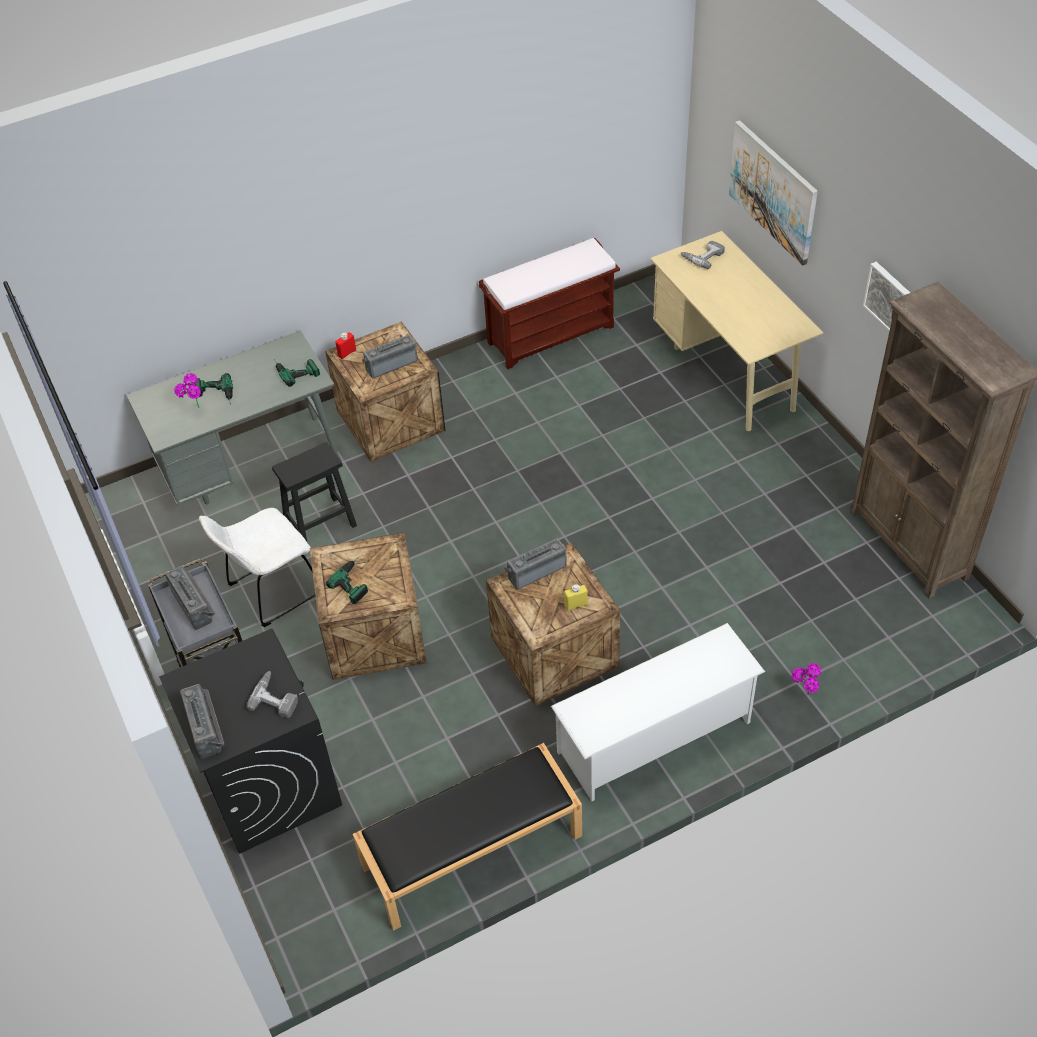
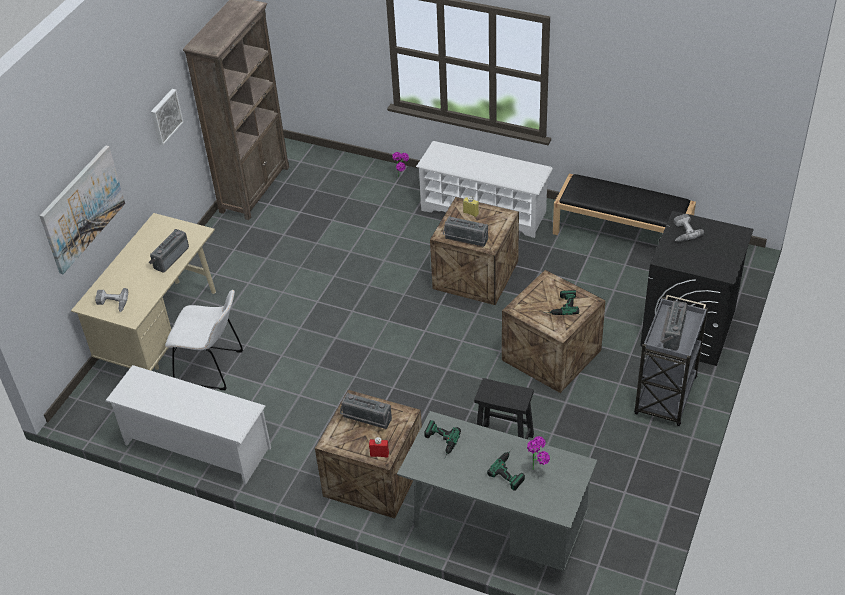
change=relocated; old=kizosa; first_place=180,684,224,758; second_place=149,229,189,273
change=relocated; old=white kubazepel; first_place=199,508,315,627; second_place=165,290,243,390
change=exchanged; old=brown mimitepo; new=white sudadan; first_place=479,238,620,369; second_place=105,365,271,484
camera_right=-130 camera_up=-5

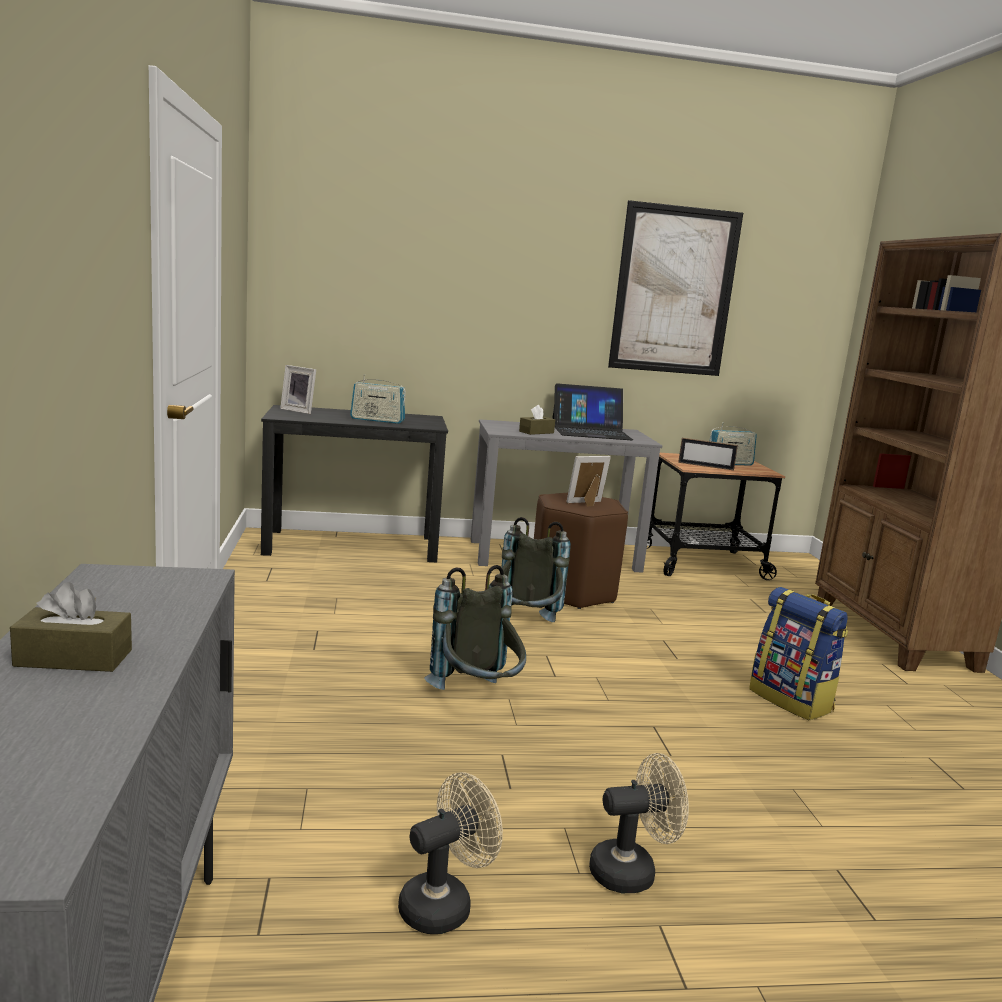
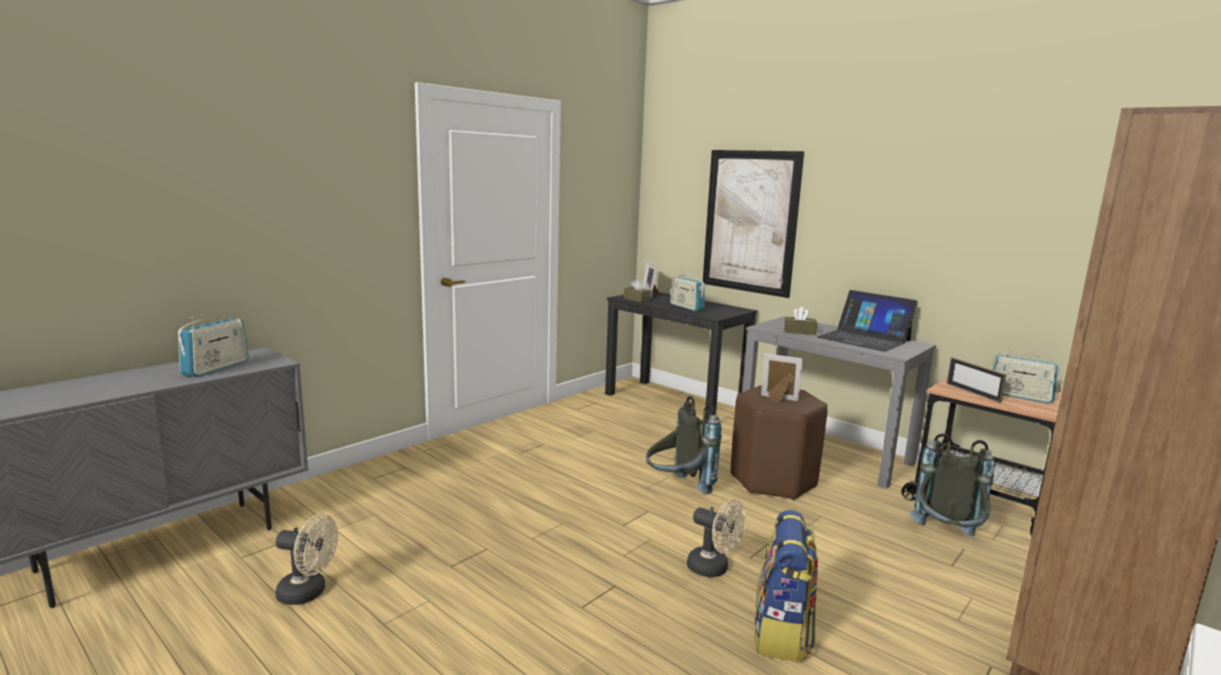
change=appeared; new=kizosa; second_place=178,317,249,377
change=relocated; old=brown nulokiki; first_place=10,582,132,672; second_place=624,279,651,303
change=relocated; old=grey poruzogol; first_place=424,565,526,690; second_place=909,433,995,536
change=relocated; old=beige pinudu; first_place=589,753,689,893; second_place=687,499,746,577
change=relocated; old=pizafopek; first_place=608,200,743,376; second_place=703,150,804,298
camera_right=50 camera_up=0

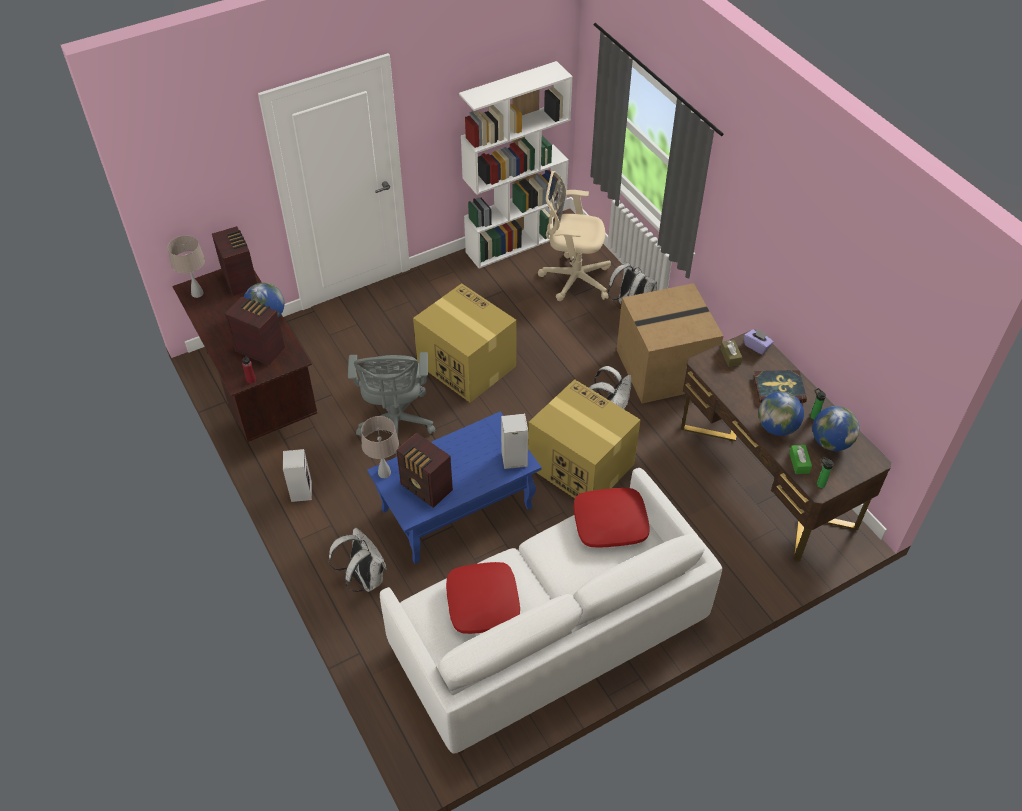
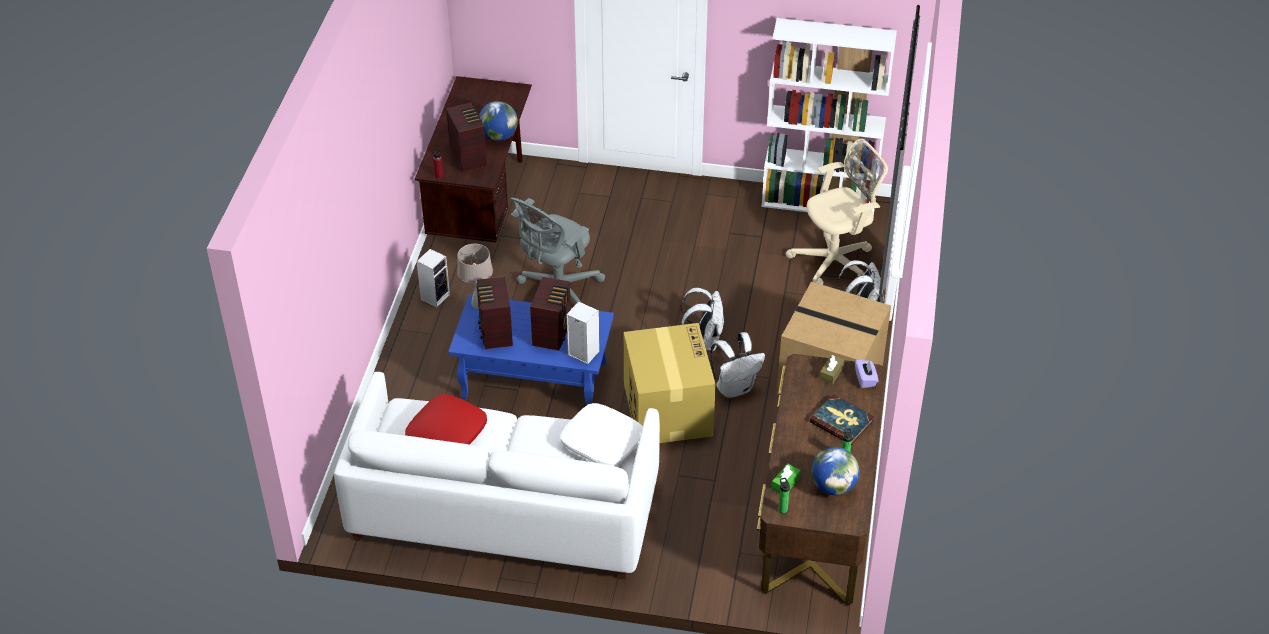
change=missing; old=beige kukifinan; first_place=167,235,205,298
change=missing; old=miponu; first_place=413,283,517,403
change=missing; old=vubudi; first_place=758,391,804,436
change=relocated; old=kizosa; first_place=212,226,257,296; second_place=530,277,571,351
change=relocated; old=white poruzogol; first_place=328,528,387,592; second_place=681,288,724,351
change=colour; old=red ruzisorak; new=white ruzisorak; first_place=574,488,650,548; second_place=560,403,642,466
change=spun; old=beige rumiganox; first_place=538,171,611,301; second_place=786,138,888,285; degrees=105
camera_right=40 camera_up=-5

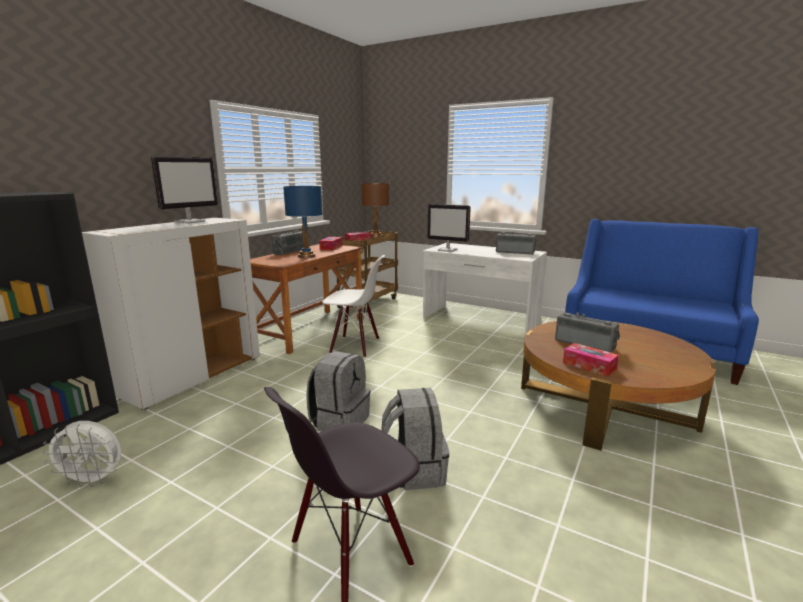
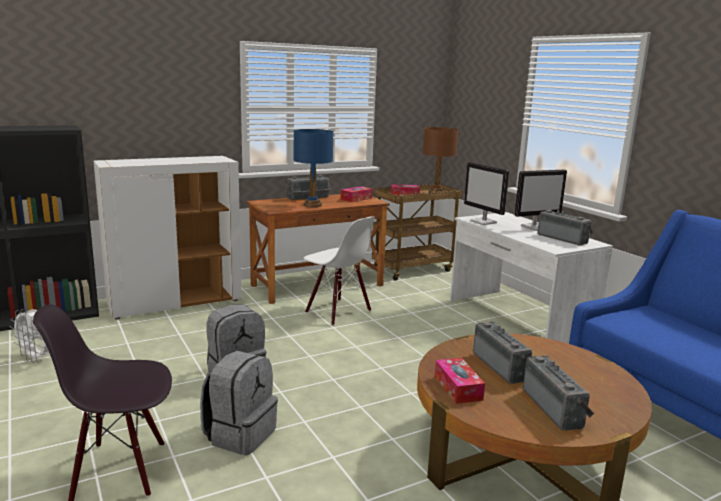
change=appeared; new=kizosa; second_place=523,356,594,431
change=relocated; old=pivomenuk; first_place=151,156,218,224; second_place=515,170,567,231
camera_right=30 camera_up=0

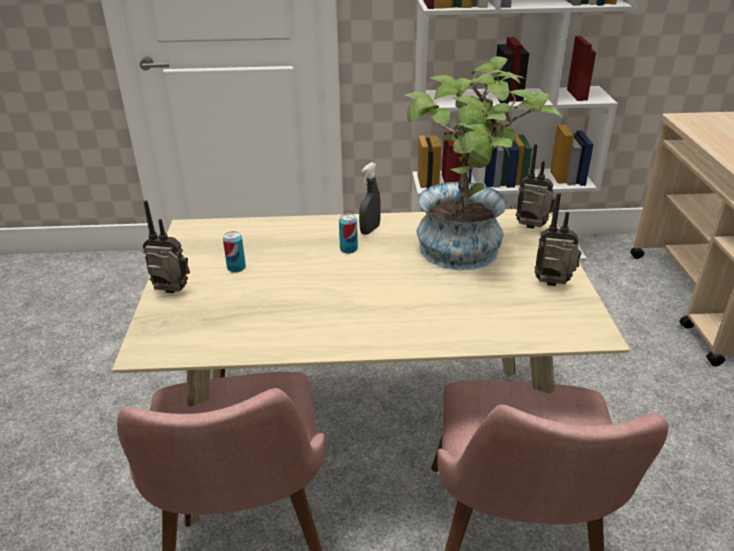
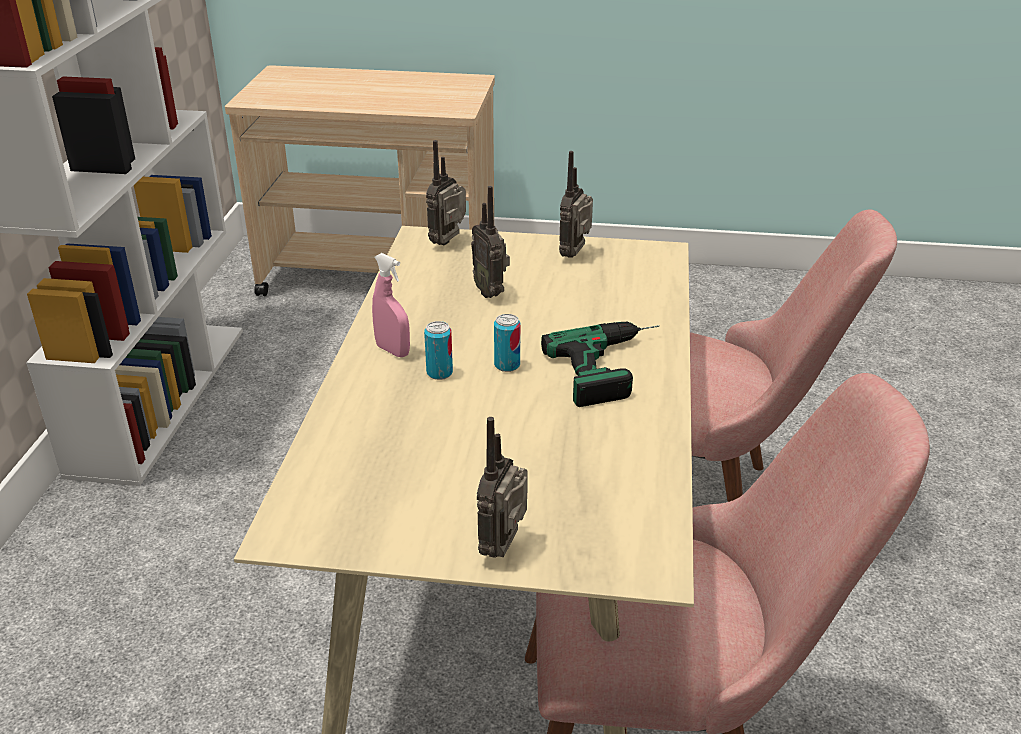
change=appeared; new=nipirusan; second_place=541,322,660,407
change=relocated; old=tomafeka; first_place=223,231,246,273; second_place=494,314,520,372
change=exchanged; old=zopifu; new=kizosa; first_place=405,56,564,270; second_place=471,186,510,298
change=colour; old=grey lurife; new=pink lurife; first_place=359,162,381,235; second_place=372,253,410,357
camera_right=-80 camera_up=0

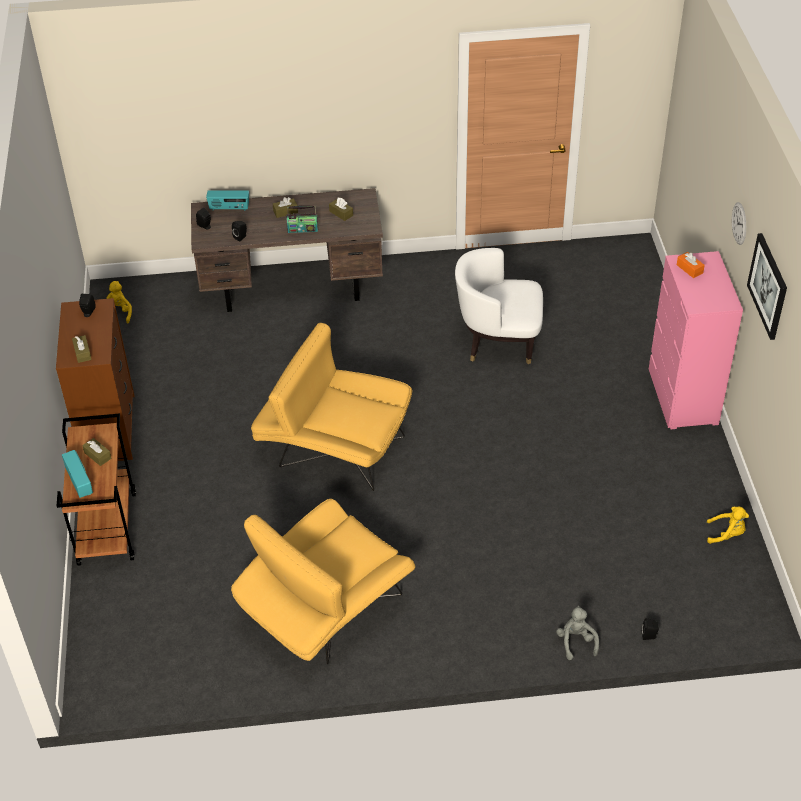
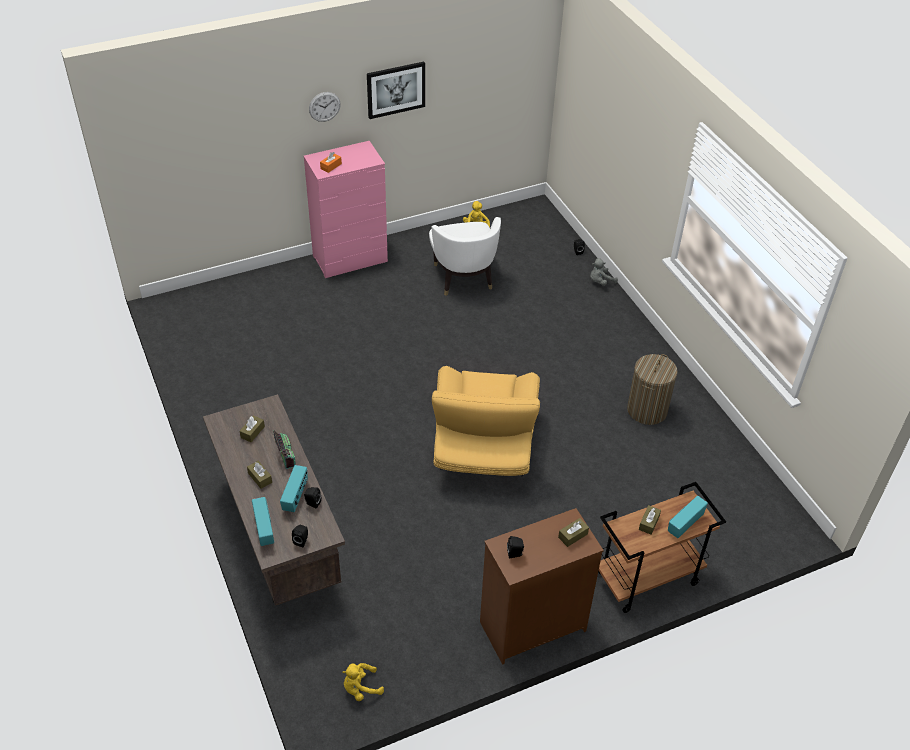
change=appeared; new=kizosa; second_place=280,465,308,512
change=relocated; old=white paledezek; first_place=455,248,543,364; second_place=429,217,501,296
change=exchanged; old=yellow paledezek; new=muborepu; first_place=231,499,416,664; second_place=627,354,678,425
camera_right=-110 camera_up=0

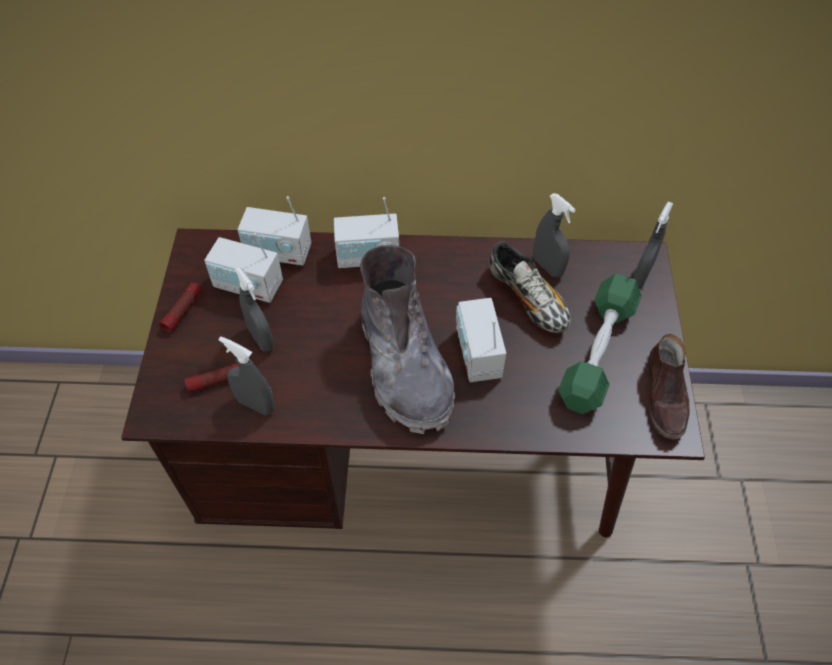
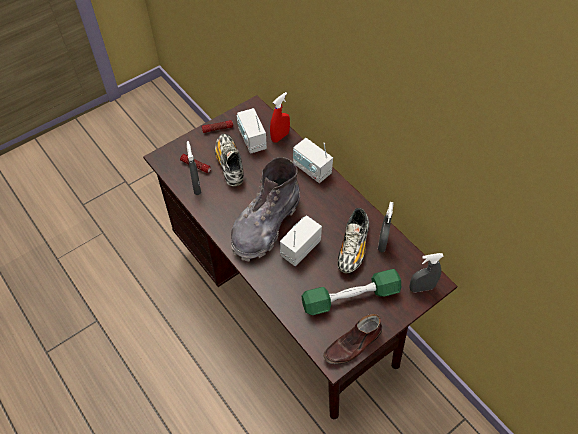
change=exchanged; old=grey lurife; new=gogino; first_place=235,267,274,352; second_place=215,134,244,186
change=exchanged; old=kizosa; new=red lurife; first_place=237,196,311,266; second_place=270,92,290,143
camera_right=50 camera_up=0

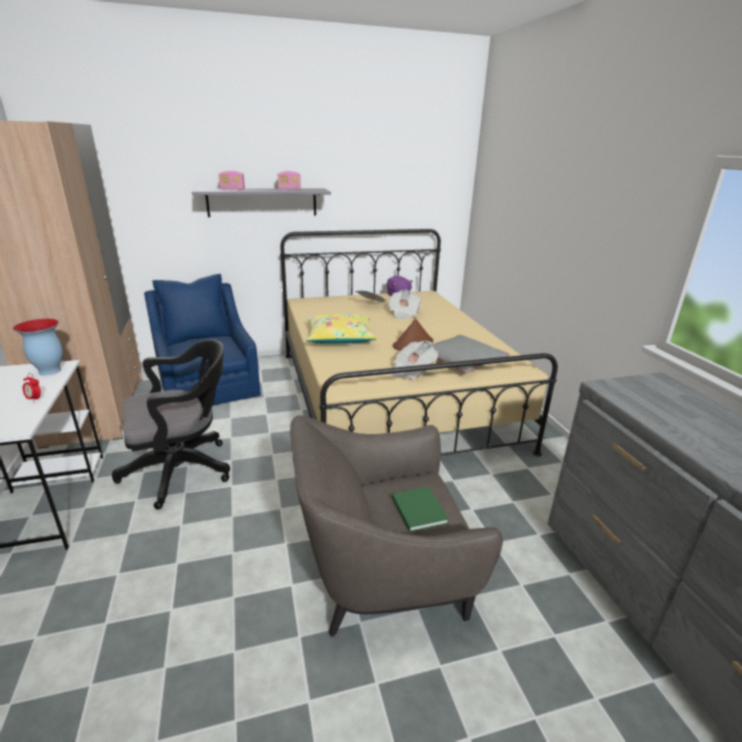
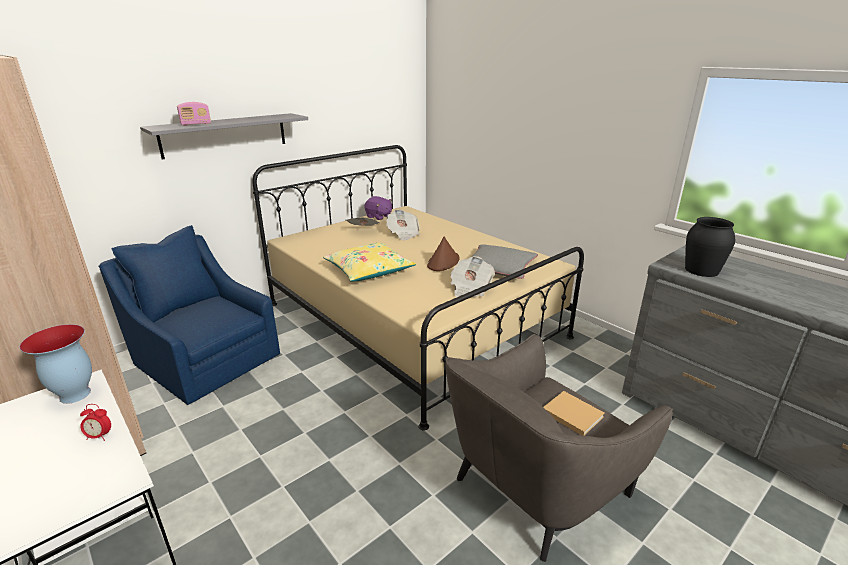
change=missing; old=black rumiganox; first_place=112,339,230,510
change=missing; old=kizosa; first_place=277,171,301,190
change=appeared; new=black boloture; second_place=685,217,735,277
change=colour; old=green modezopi; new=beige modezopi; first_place=392,487,449,532; second_place=543,391,605,436
camera_right=-25 camera_up=0

